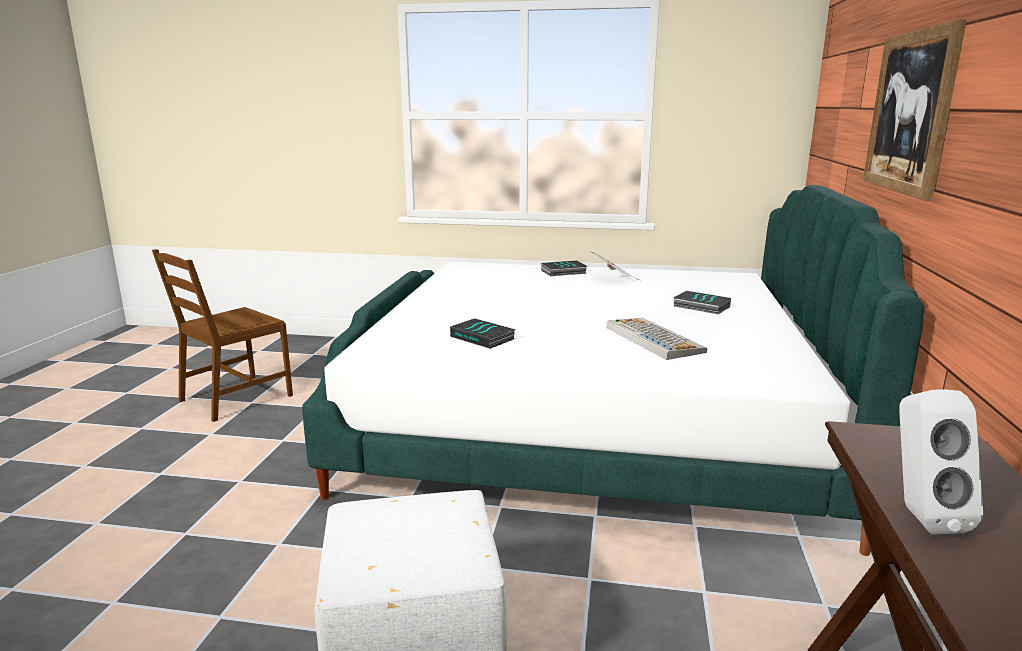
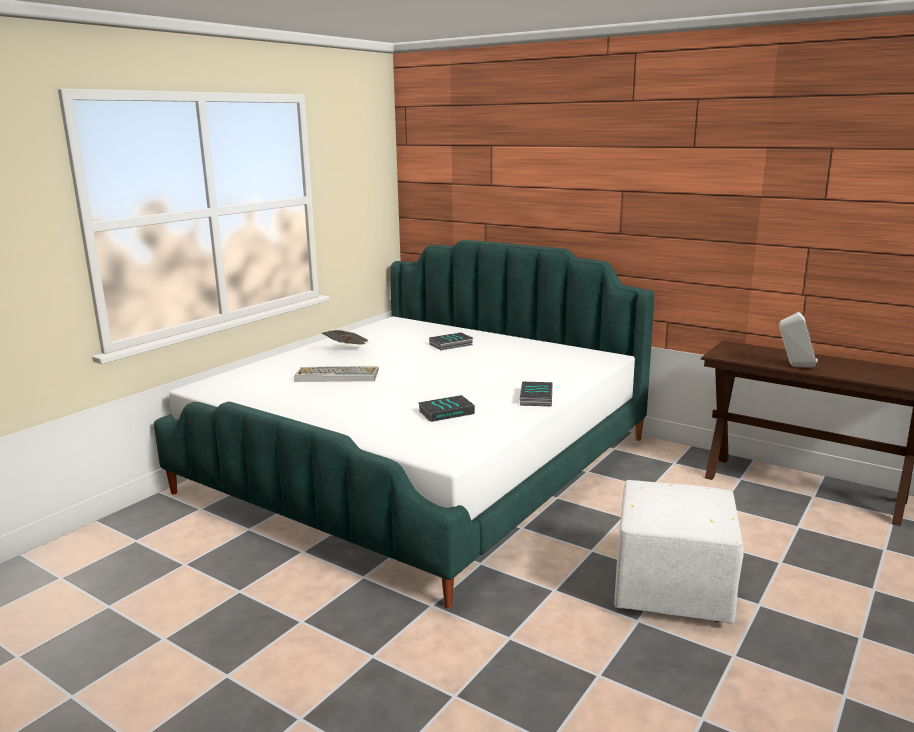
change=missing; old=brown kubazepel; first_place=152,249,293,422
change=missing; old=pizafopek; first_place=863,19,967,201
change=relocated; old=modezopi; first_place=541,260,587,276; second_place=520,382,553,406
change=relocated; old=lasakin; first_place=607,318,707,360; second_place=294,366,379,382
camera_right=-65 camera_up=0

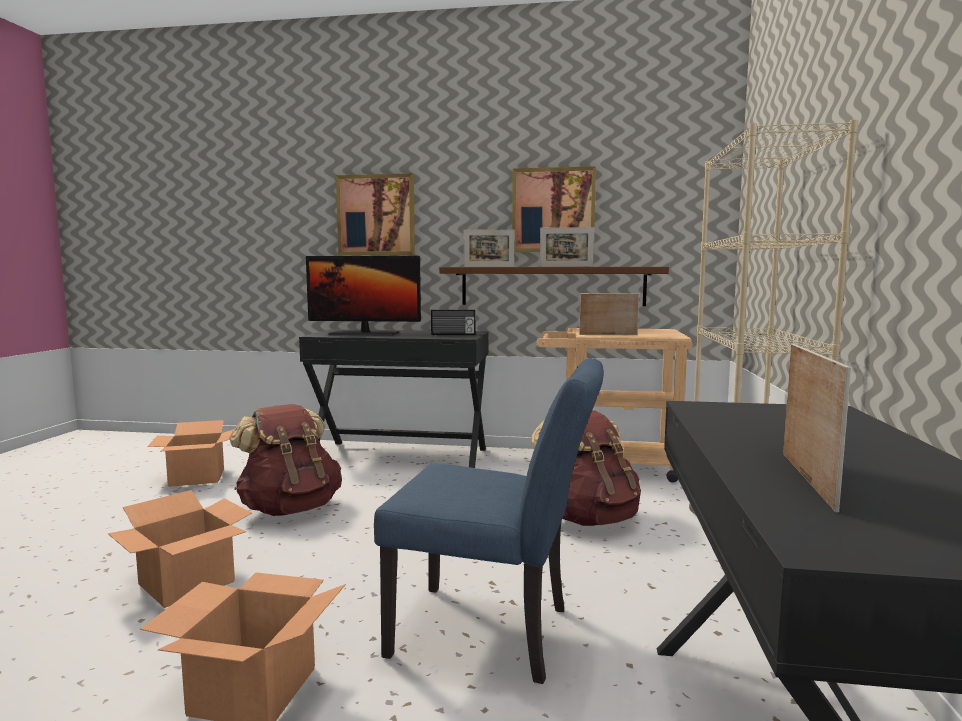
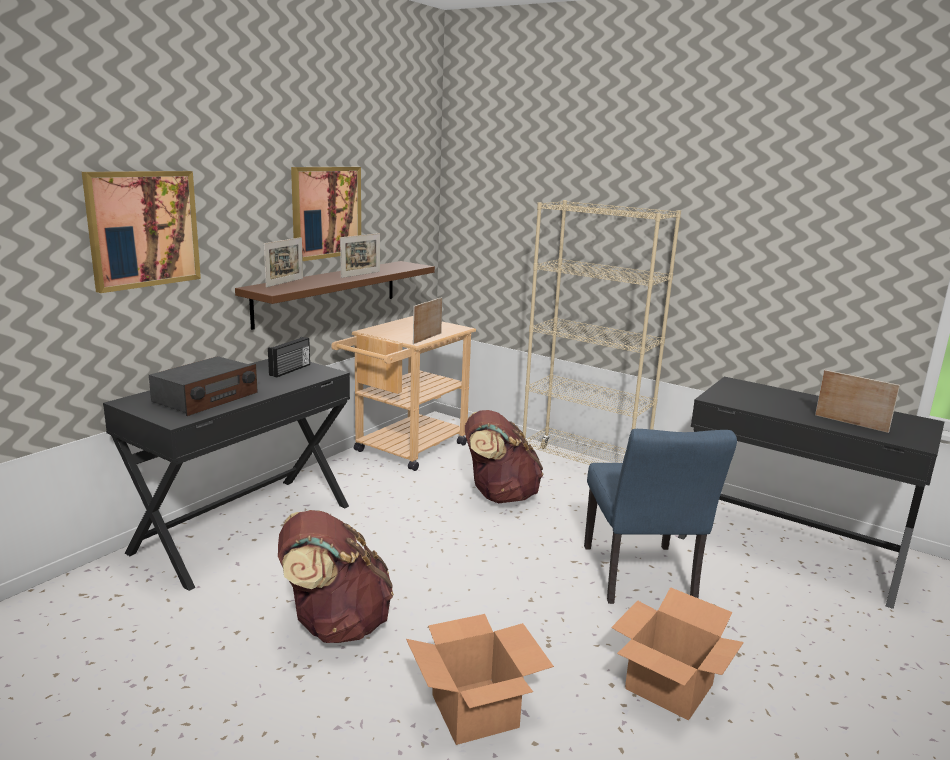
change=missing; old=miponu; first_place=147,420,234,487
change=exchanged; old=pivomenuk; new=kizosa; first_place=306,256,421,336; second_place=149,356,258,416
change=spun; old=blue kubazepel; first_place=374,358,604,684; second_place=584,429,737,604; degrees=135
camera_right=-65 camera_up=10

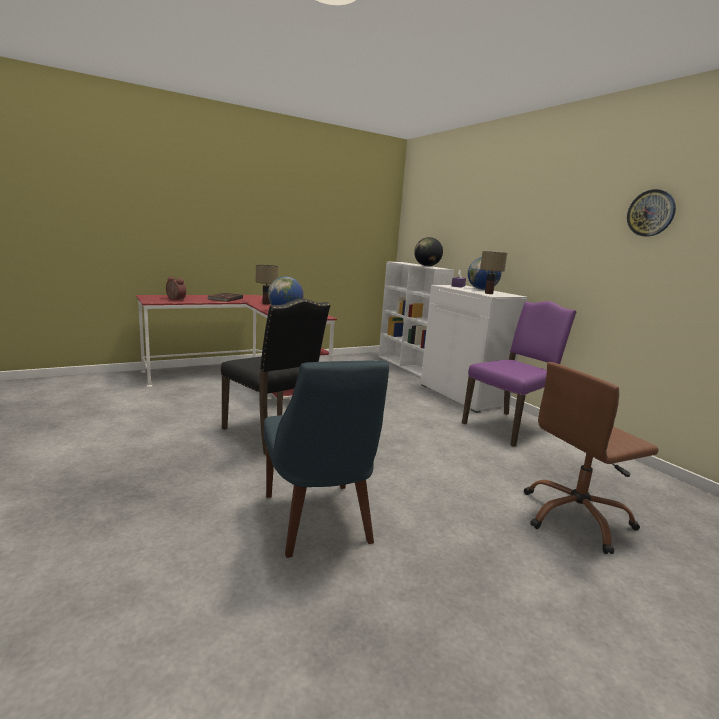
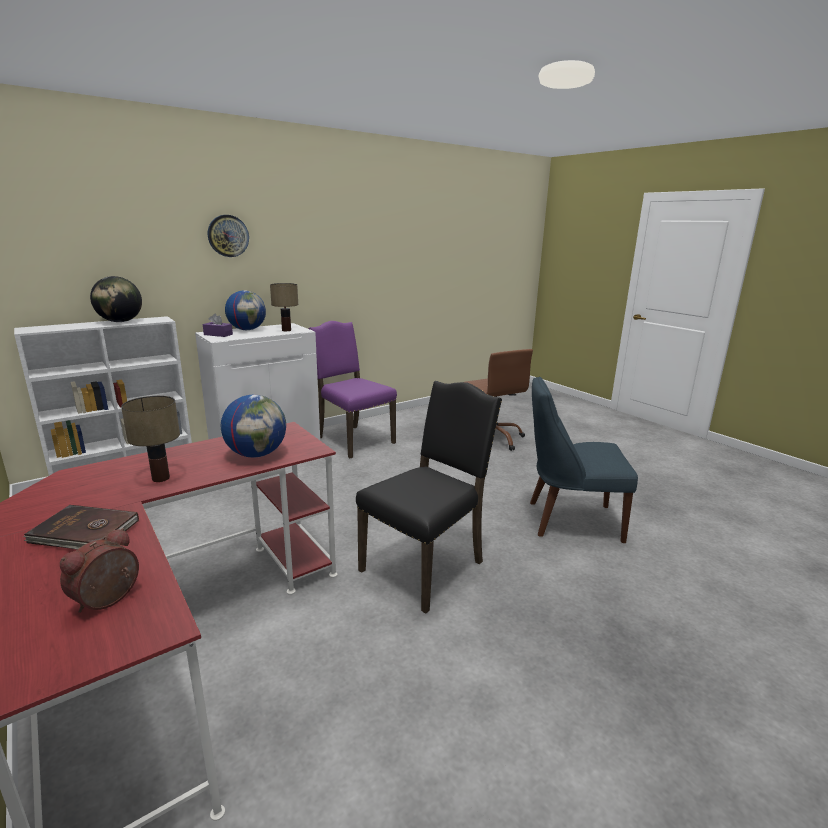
change=relocated; old=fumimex; first_place=627,189,676,237; second_place=208,215,249,257
change=spun; old=blue kubazepel; first_place=264,360,389,558; second_place=530,377,638,543; degrees=-150
camera_right=-95 camera_up=5

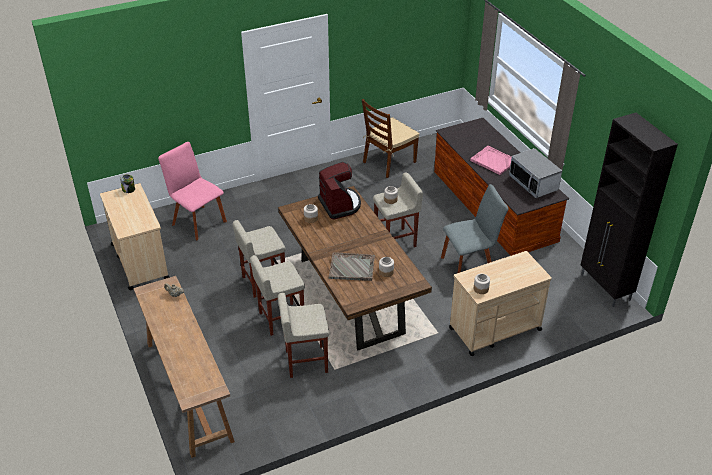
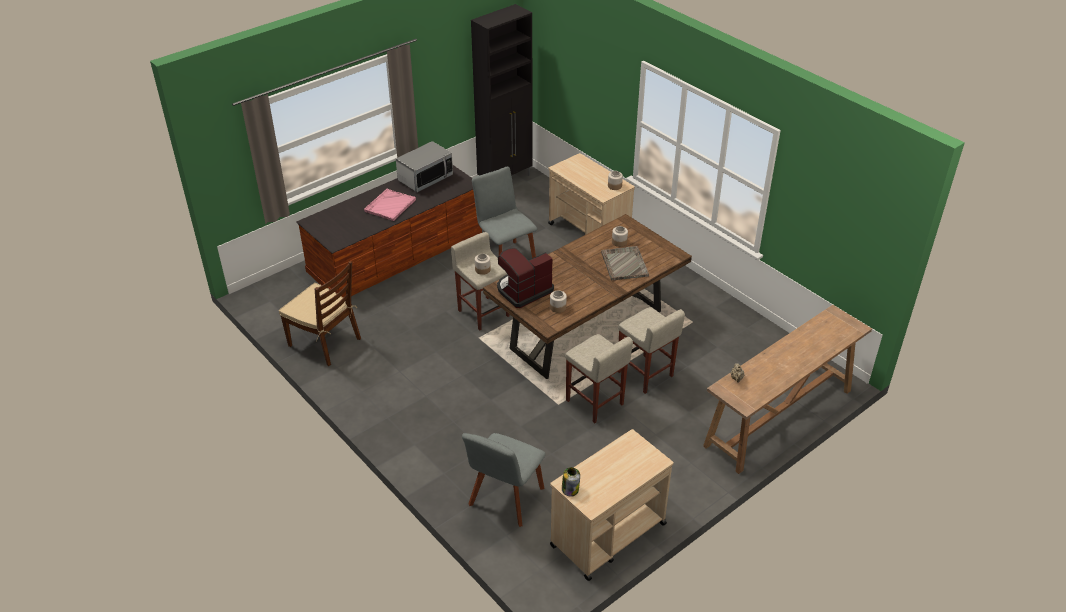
change=missing; old=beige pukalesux; first_place=278,293,329,378
change=colour; old=pink kubazepel; new=grey kubazepel; first_place=158,142,227,240; second_place=462,433,545,527
camera_right=-105 camera_up=0

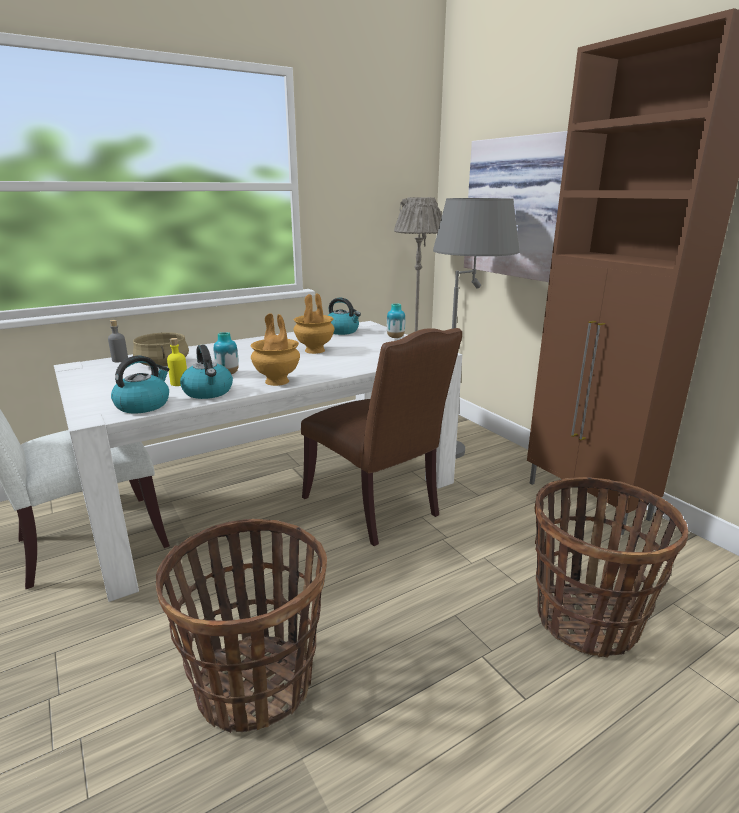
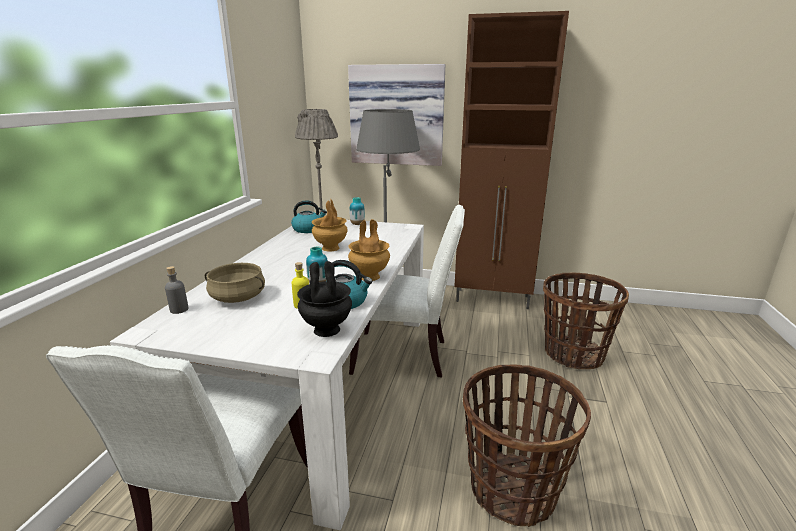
change=exchanged; old=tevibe; new=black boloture; first_place=111,355,169,413; second_place=297,261,352,337
change=colour; old=brown kubazepel; new=white kubazepel; first_place=301,328,462,546; second_place=349,205,465,377
camera_right=-45 camera_up=0

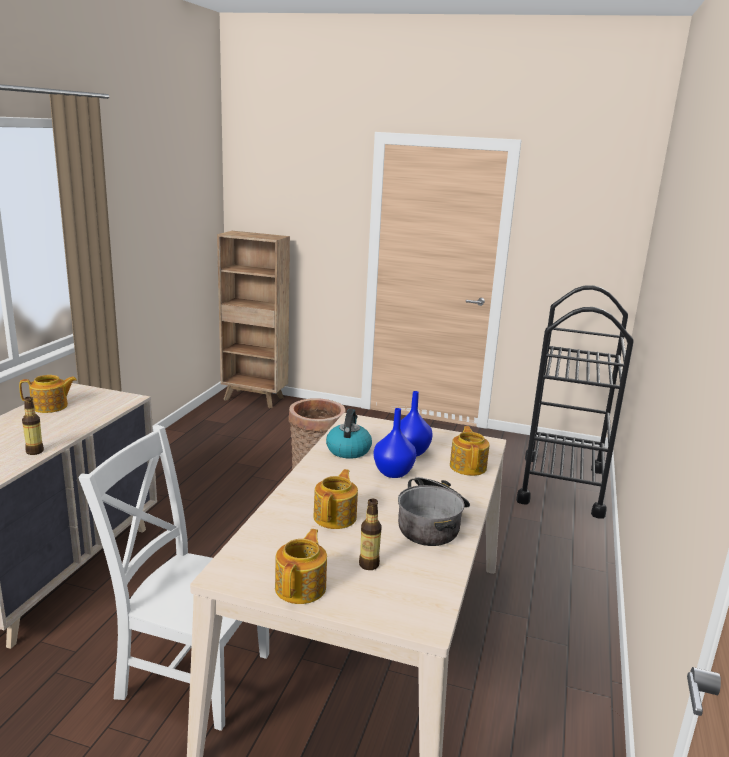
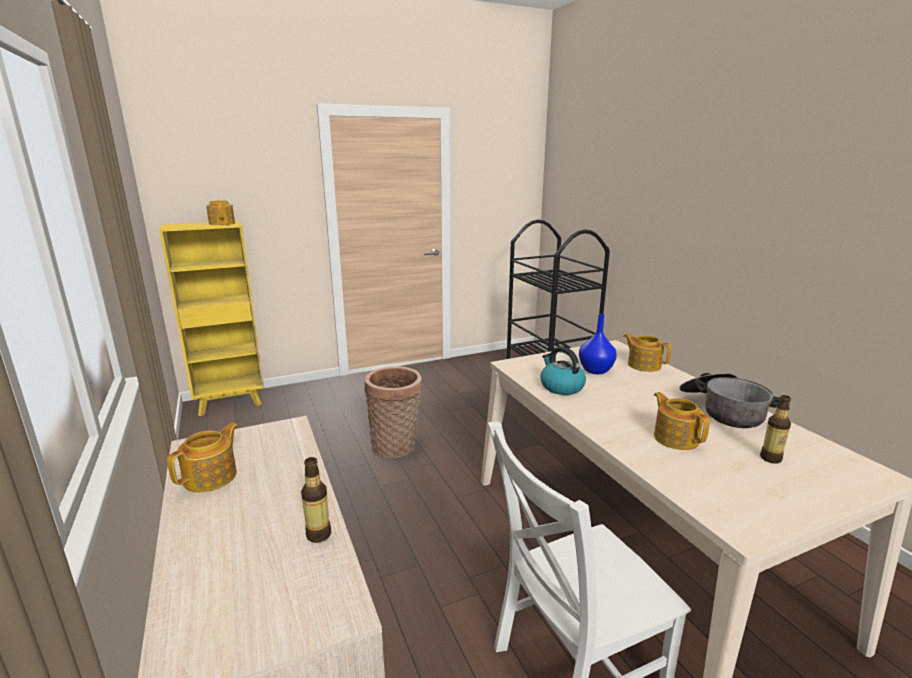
change=missing; old=blue boloture; first_place=373,408,416,478
change=relocated; old=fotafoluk; first_place=275,529,327,604; second_place=206,200,235,225
change=colour; old=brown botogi; new=yellow botogi; first_place=217,231,290,408; second_place=159,221,264,416
camera_right=-40 camera_up=0

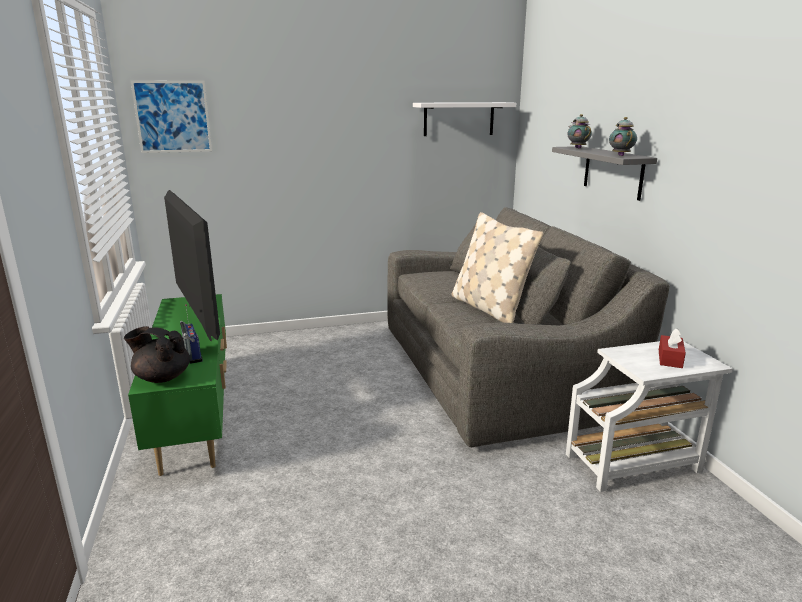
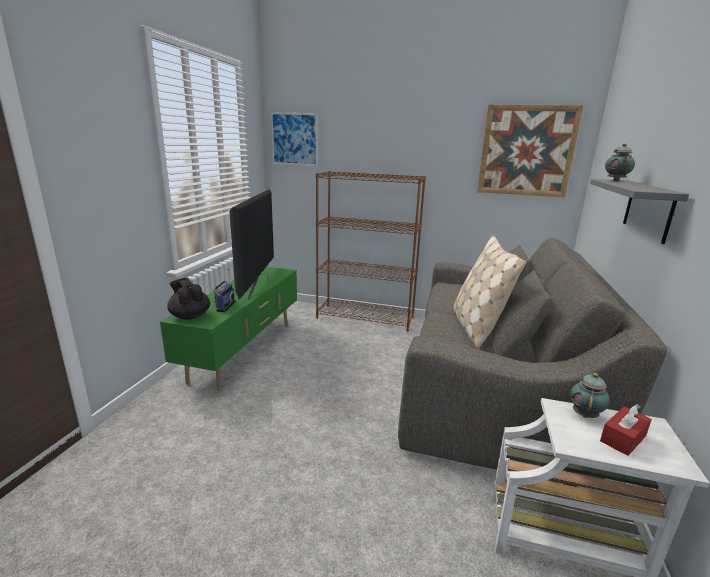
change=appeared; new=brown botogi; second_place=316,171,426,332
change=relocated; old=fotafoluk; first_place=609,117,637,156; second_place=570,373,610,418
change=exchanged; old=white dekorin; new=pizafopek; first_place=413,102,516,136; second_place=477,105,584,197
camera_right=30 camera_up=0

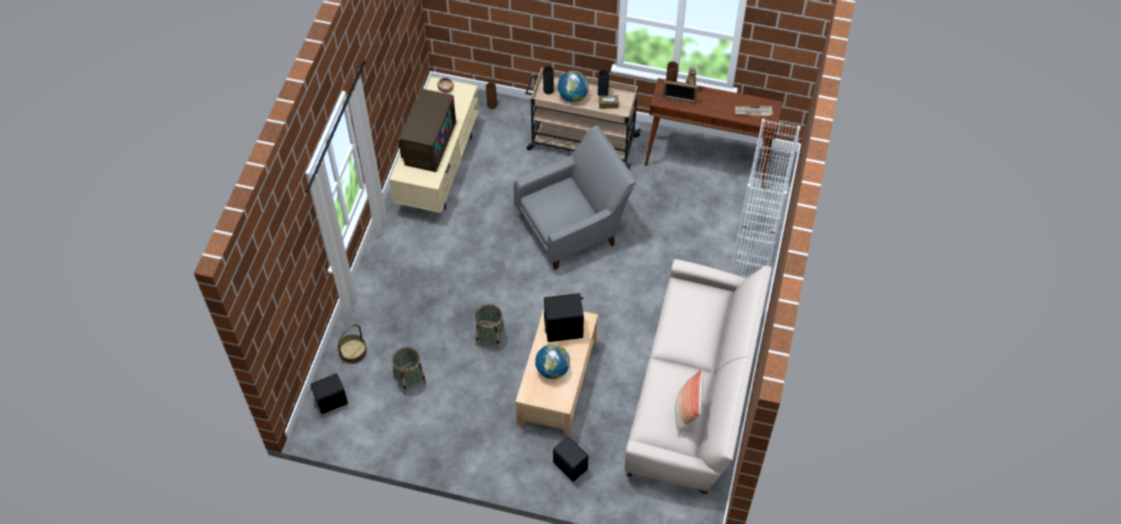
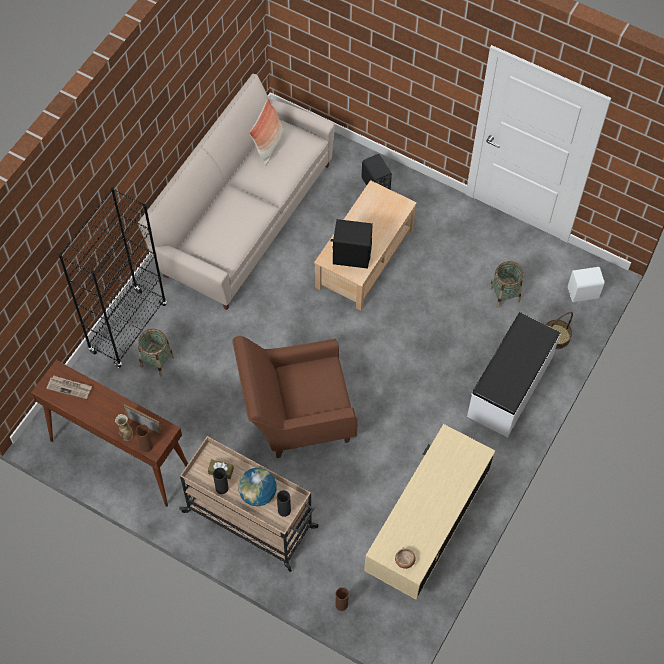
change=missing; old=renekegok; first_place=398,89,456,172
change=missing; old=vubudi; first_place=535,344,570,379
change=appeared; new=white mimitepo; second_place=467,312,560,438
change=relocated; old=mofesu; first_place=475,304,505,350; second_place=138,329,174,376
change=colour; old=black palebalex; new=white palebalex; first_place=310,373,348,414; second_place=568,267,605,302
change=colour; old=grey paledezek; new=brown paledezek; first_place=514,125,637,270; second_place=233,336,358,458
change=colour; old=white botogi; new=black botogi; first_place=731,119,800,278; second_place=59,187,167,368
camera_right=-165 camera_up=5

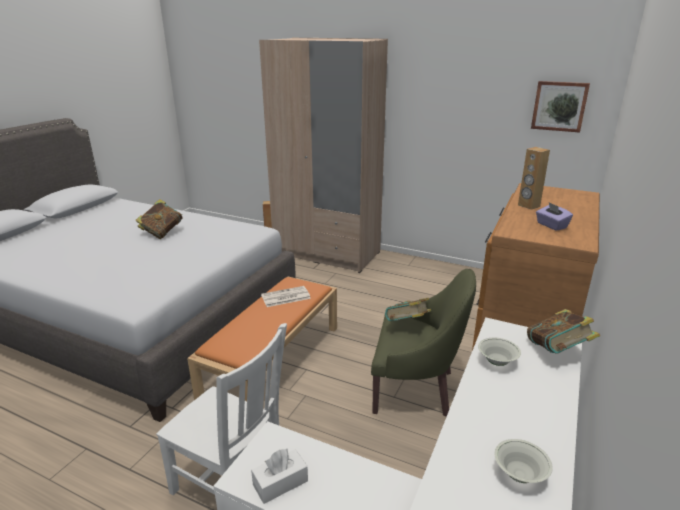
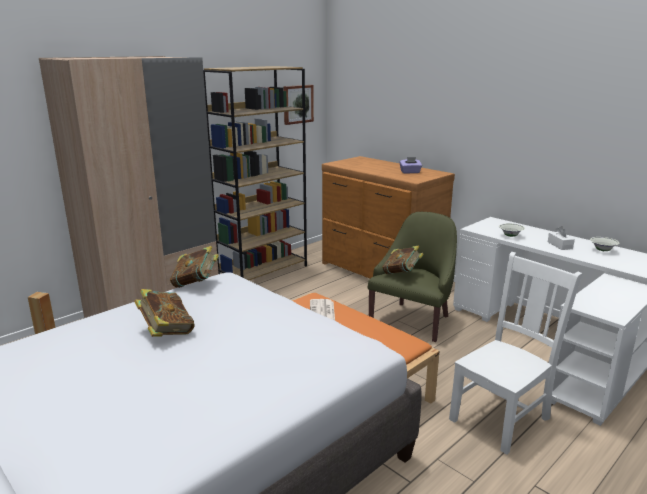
change=missing; old=brown palebalex; first_place=518,147,550,210
change=appeared; new=brown botogi; second_place=203,66,307,280
change=relocated; old=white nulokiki; first_place=251,449,308,504; second_place=548,226,575,250
change=relocated; old=modezopi; first_place=527,309,600,354; second_place=170,246,219,288
camera_right=-70 camera_up=-5

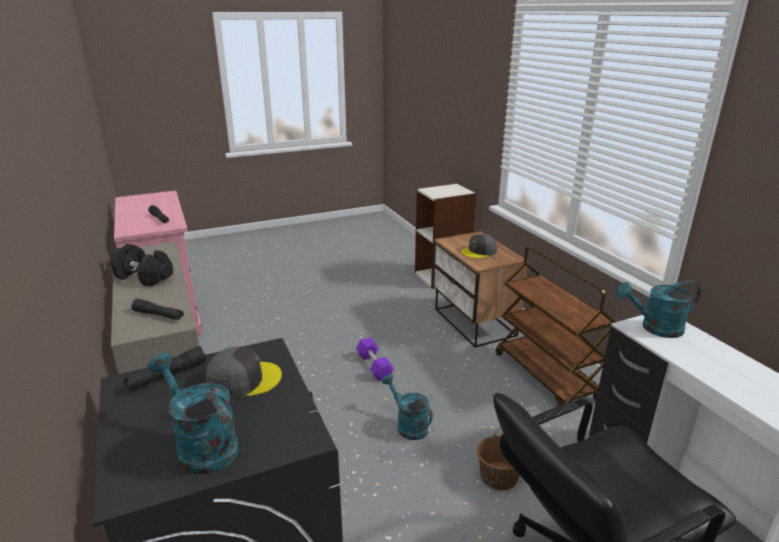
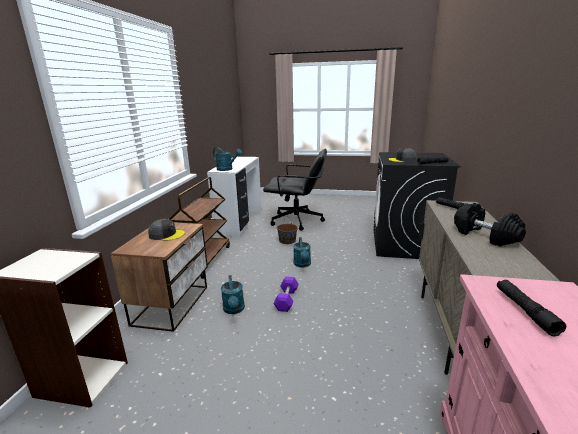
change=relocated; old=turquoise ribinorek; first_place=148,352,239,474; second_place=221,275,245,314
camera_right=-145 camera_up=-5

